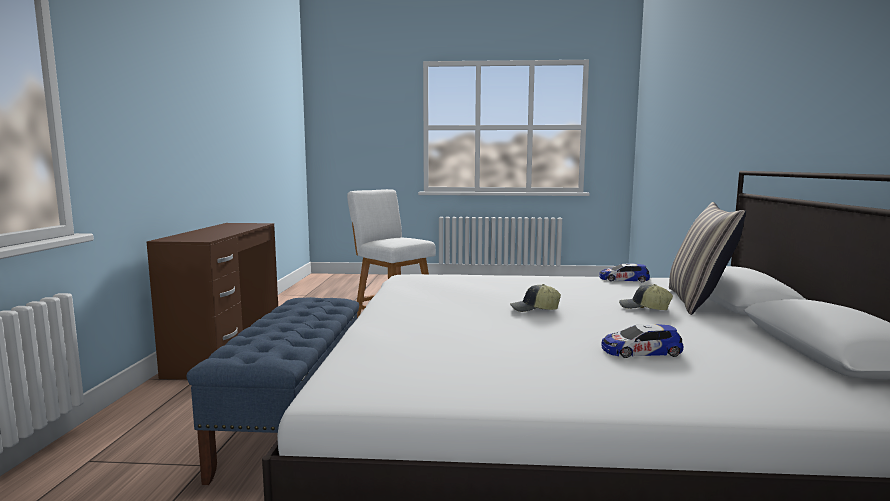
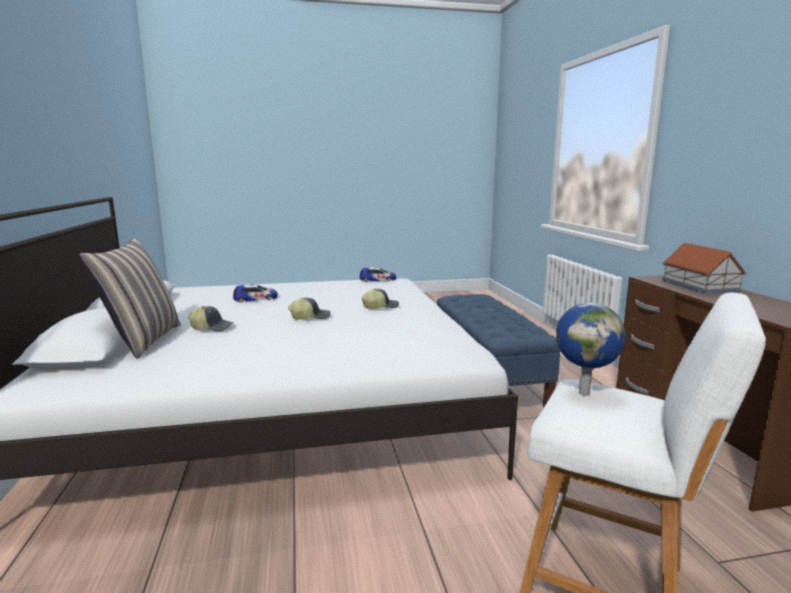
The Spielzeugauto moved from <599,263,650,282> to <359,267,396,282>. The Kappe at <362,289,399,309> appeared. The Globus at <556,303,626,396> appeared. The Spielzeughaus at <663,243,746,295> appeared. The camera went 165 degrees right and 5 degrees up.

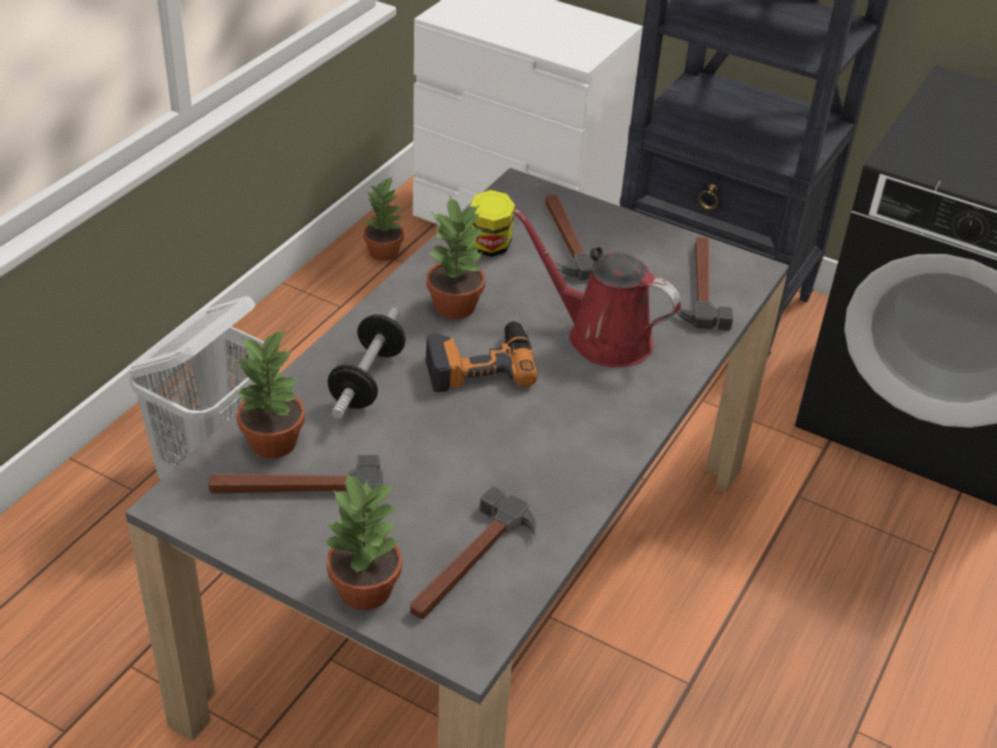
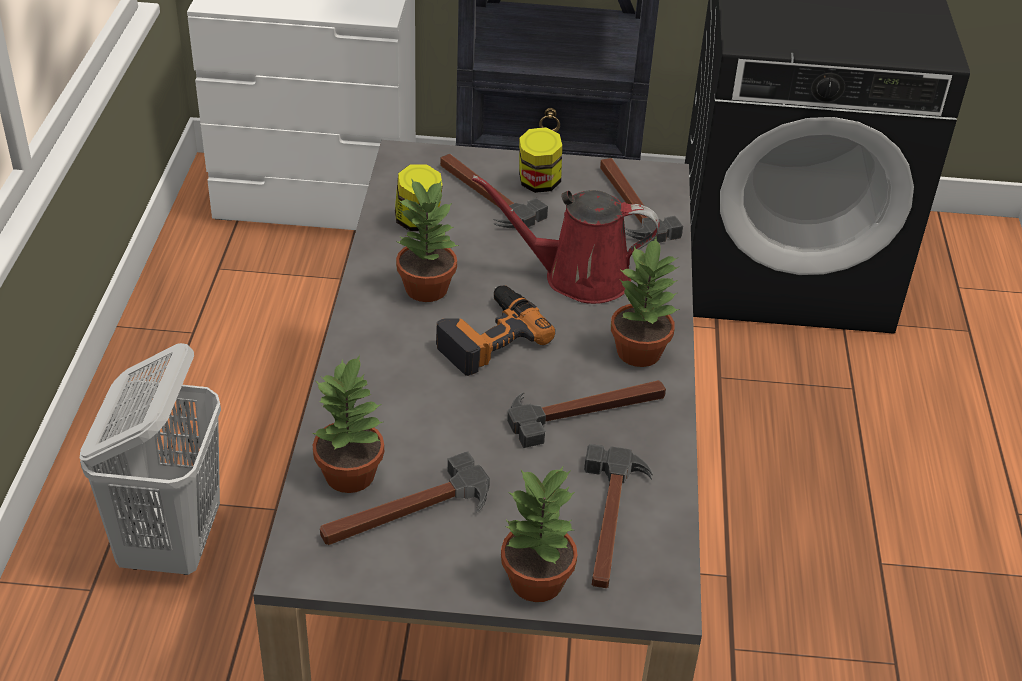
The Hantel at <328,308,406,418> disappeared. The Topfpflanze moved from <363,177,404,261> to <611,238,680,367>. The Hammer at <507,380,666,448> appeared. The Vorratsglas at <519,127,562,193> appeared. The camera went 25 degrees left and 0 degrees up.

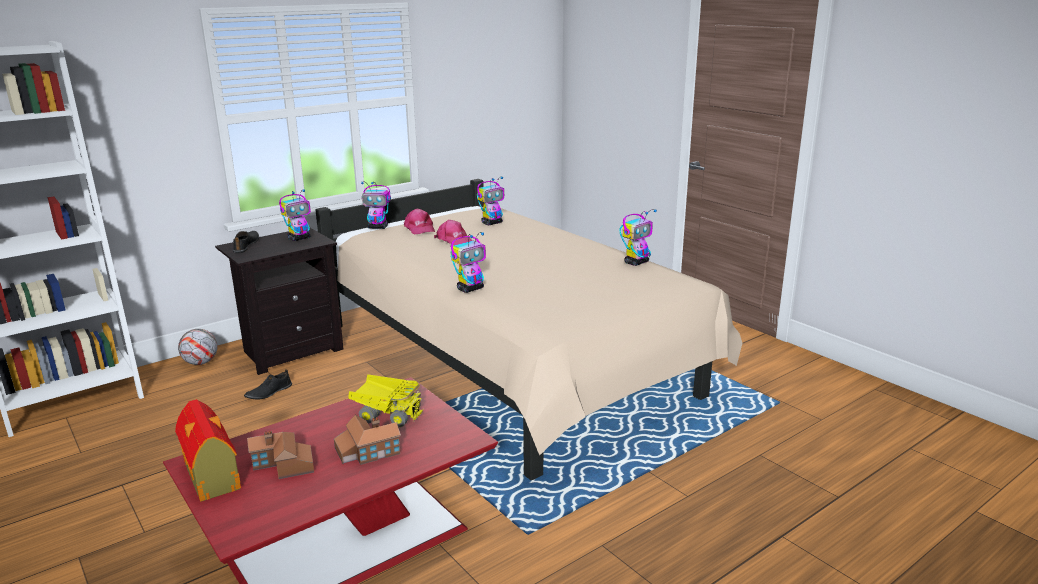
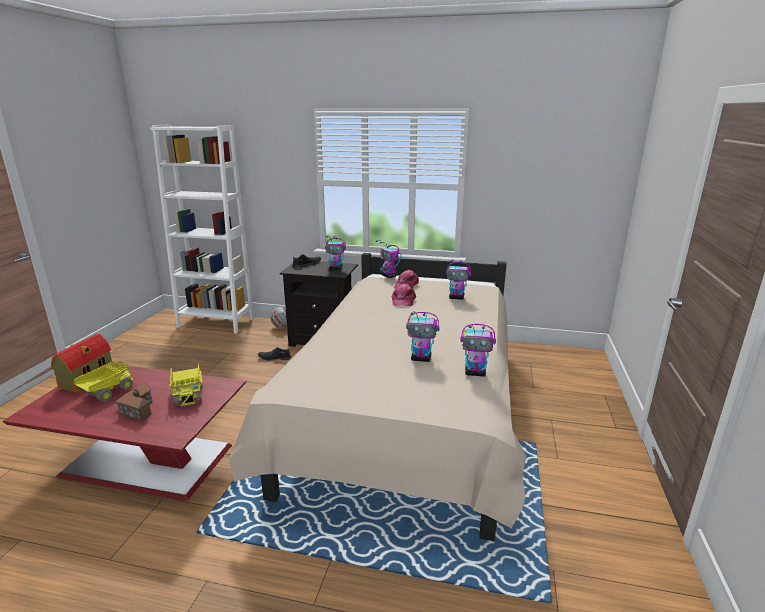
The Spielzeughaus at <247,431,314,479> was replaced by the Spielzeuglaster at <74,361,134,402>. The Spielzeugroboter moved from <451,232,486,293> to <406,312,440,362>. The camera went 50 degrees right and 0 degrees up.

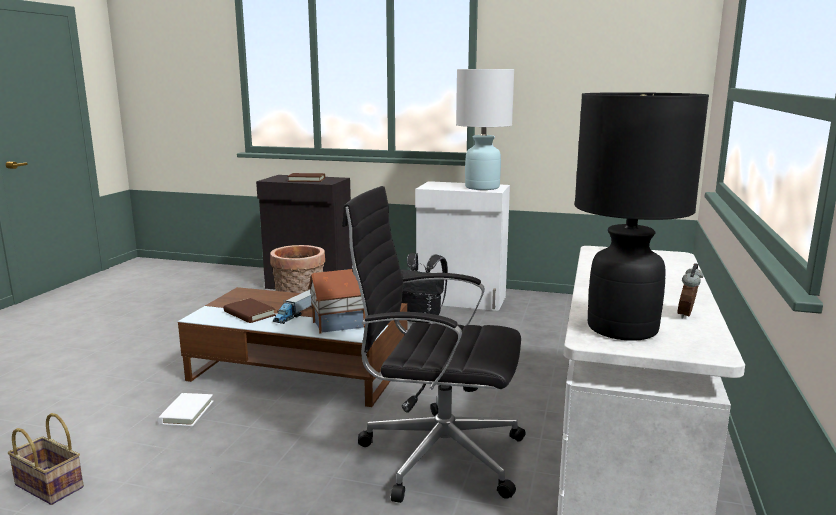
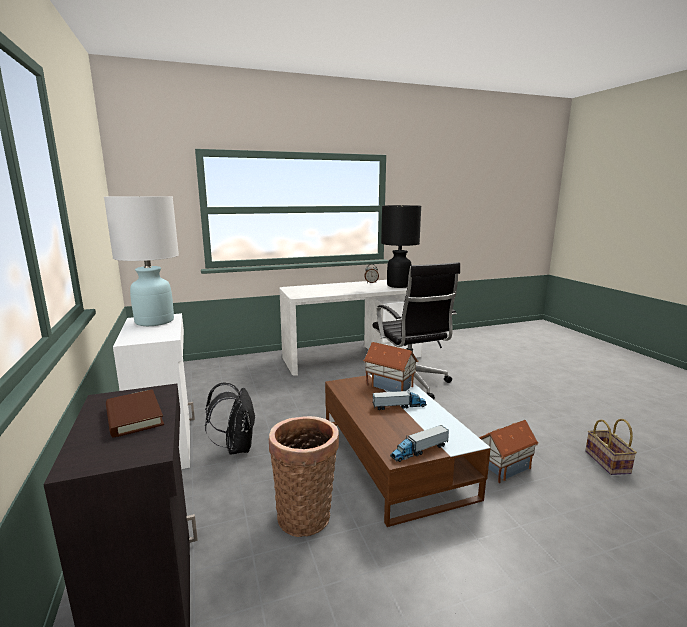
The Buch (weiß) at <158,393,213,427> was replaced by the Spielzeughaus at <479,420,539,483>. The Buch (braun) at <224,298,276,323> disappeared. The Spielzeuglaster at <390,425,449,462> appeared. The camera went 125 degrees left and 0 degrees up.

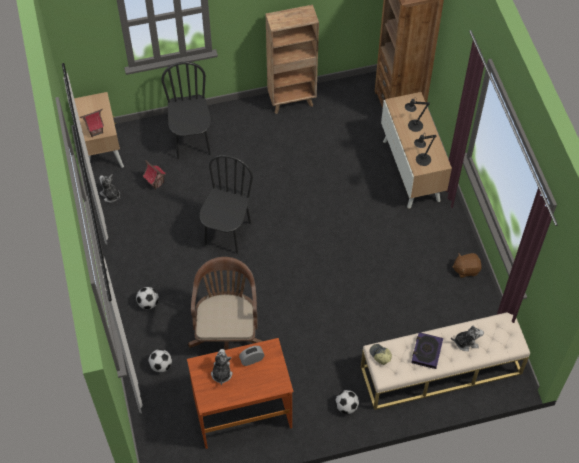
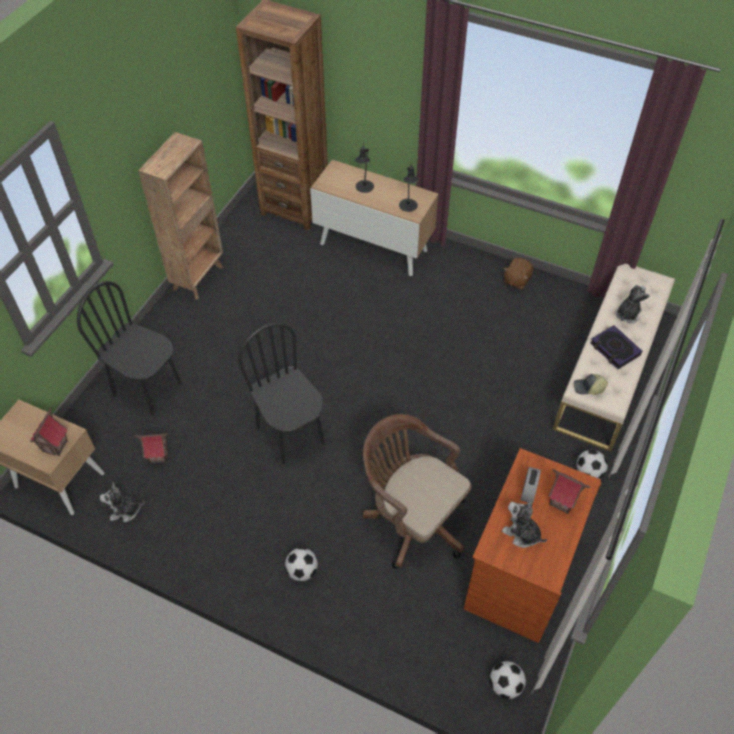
The Fußball moved from <148,349,172,373> to <490,661,526,699>. The Spielzeughaus at <548,469,591,514> appeared. The camera went 50 degrees left and 5 degrees down.

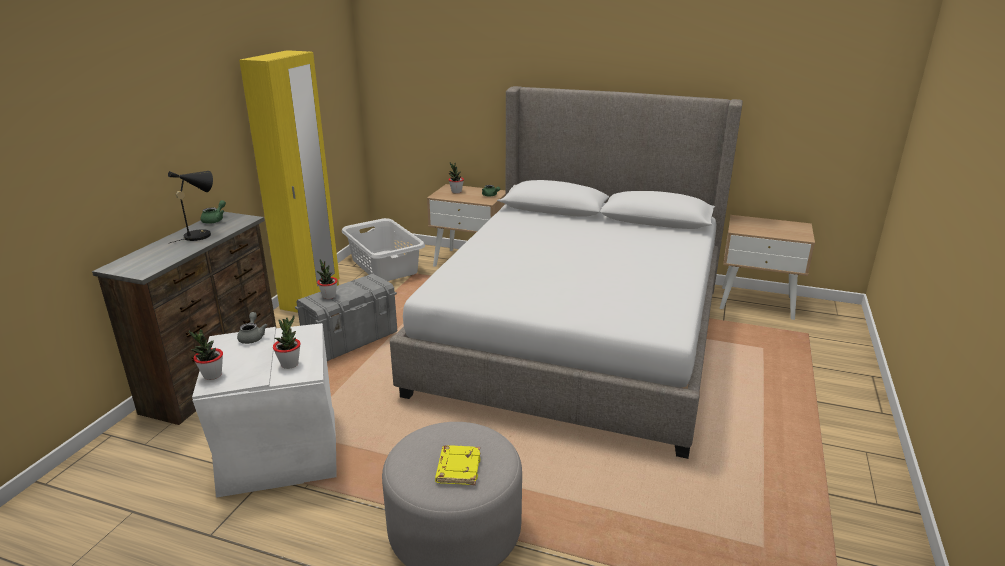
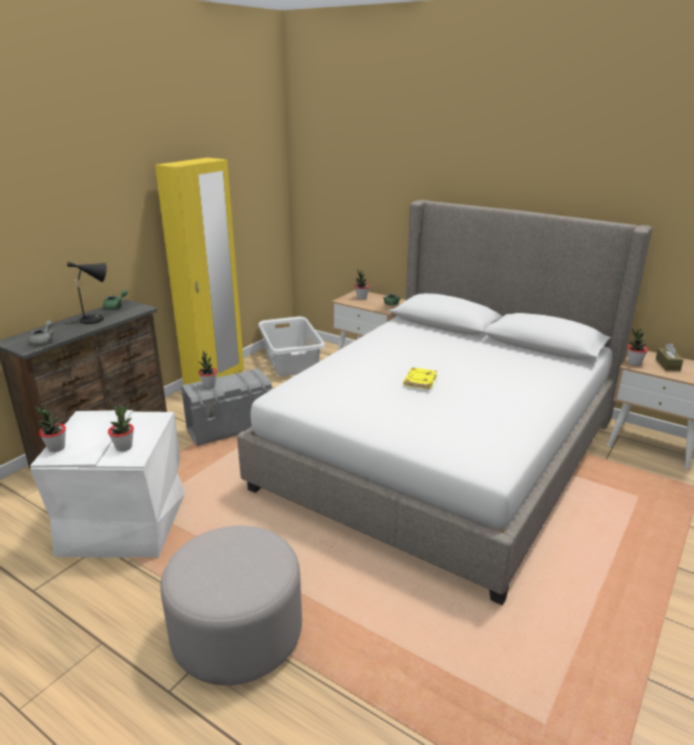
The Teekanne (grau) moved from <237,312,267,344> to <29,321,54,345>. The Buch (gelb) moved from <435,445,480,485> to <403,368,437,390>. The Topfpflanze at <627,328,648,366> appeared. The Taschentuchbox (braun) at <656,343,683,371> appeared. The camera went 15 degrees right and 0 degrees up.

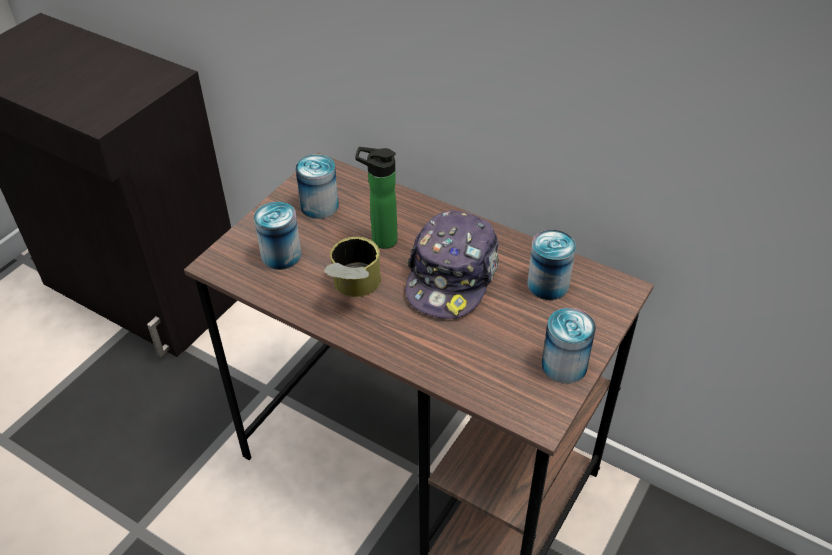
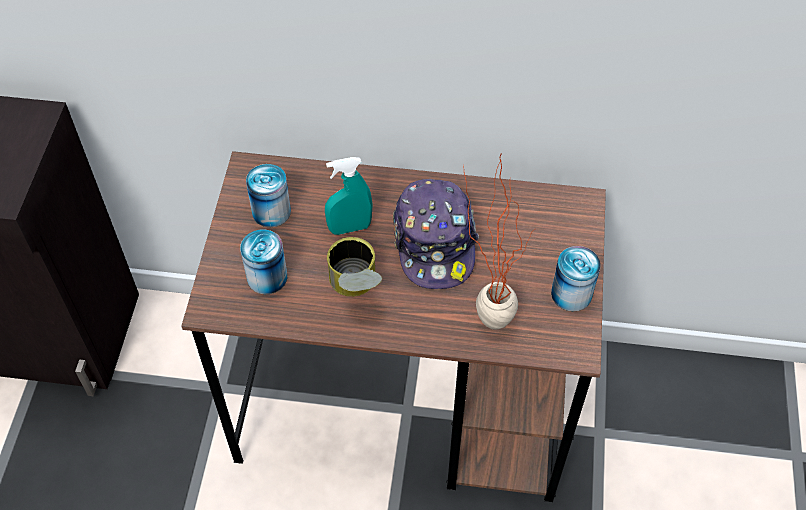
The Flasche at <355,147,398,249> was replaced by the Sprühflasche (türkis) at <325,157,373,235>. The Dose at <527,230,576,300> disappeared. The Topfpflanze at <464,153,535,329> appeared. The camera went 25 degrees left and 10 degrees up.

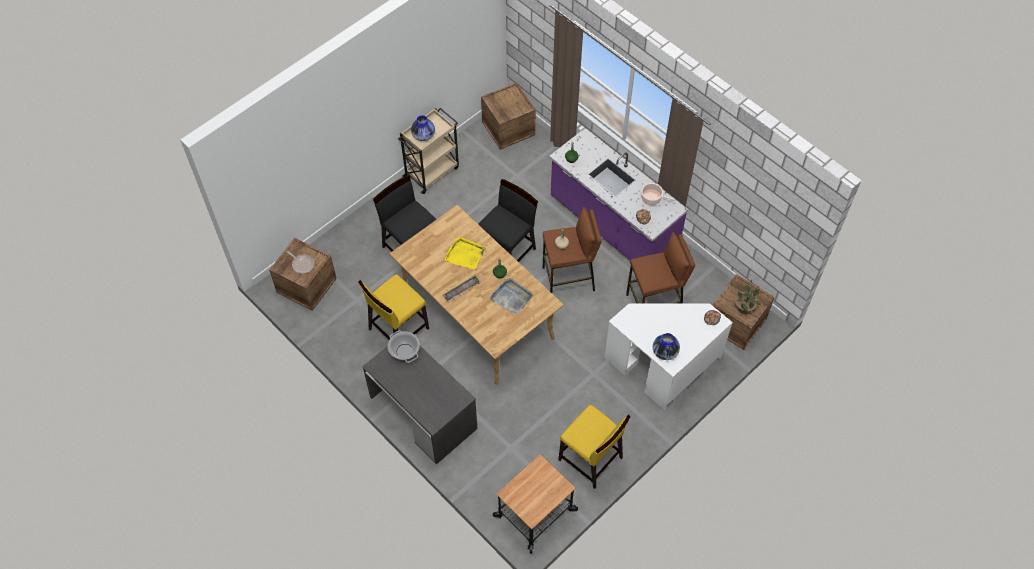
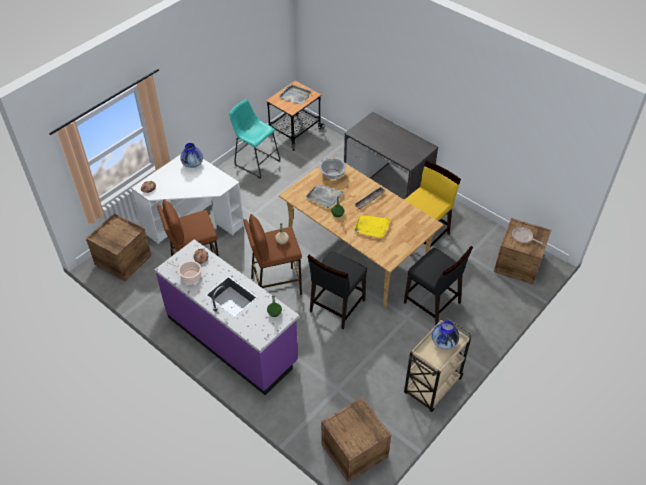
The Kochtopf moved from <388,330,420,363> to <319,158,346,179>. The Stuhl (gelb) at <558,405,631,489> was replaced by the Hocker (türkis) at <229,99,280,178>. The Topfpflanze at <735,280,762,314> disappeared. The Tablett (grau) at <279,84,312,104> appeared. The camera went 175 degrees right and 10 degrees down.

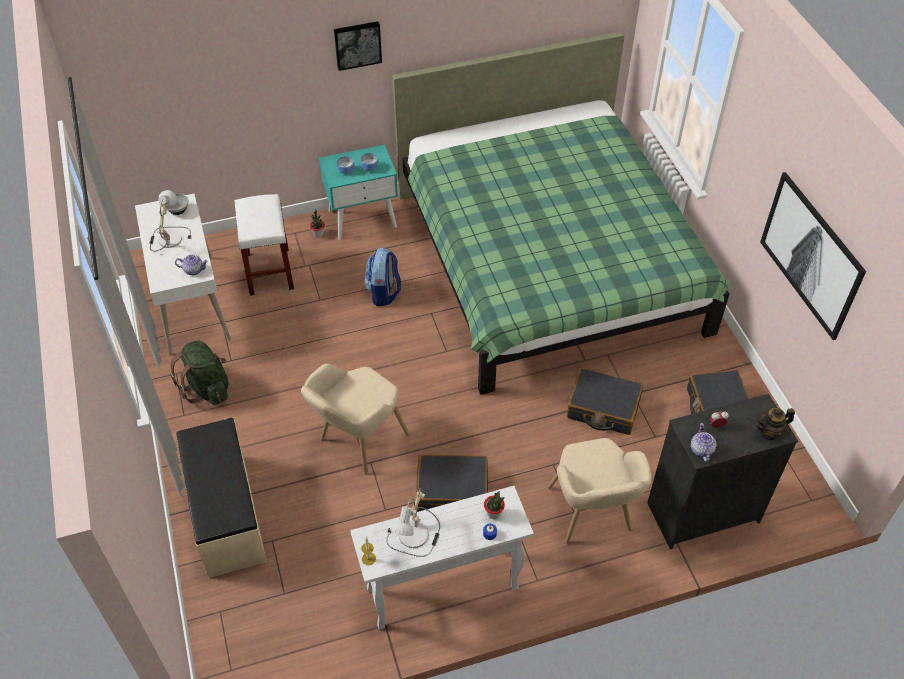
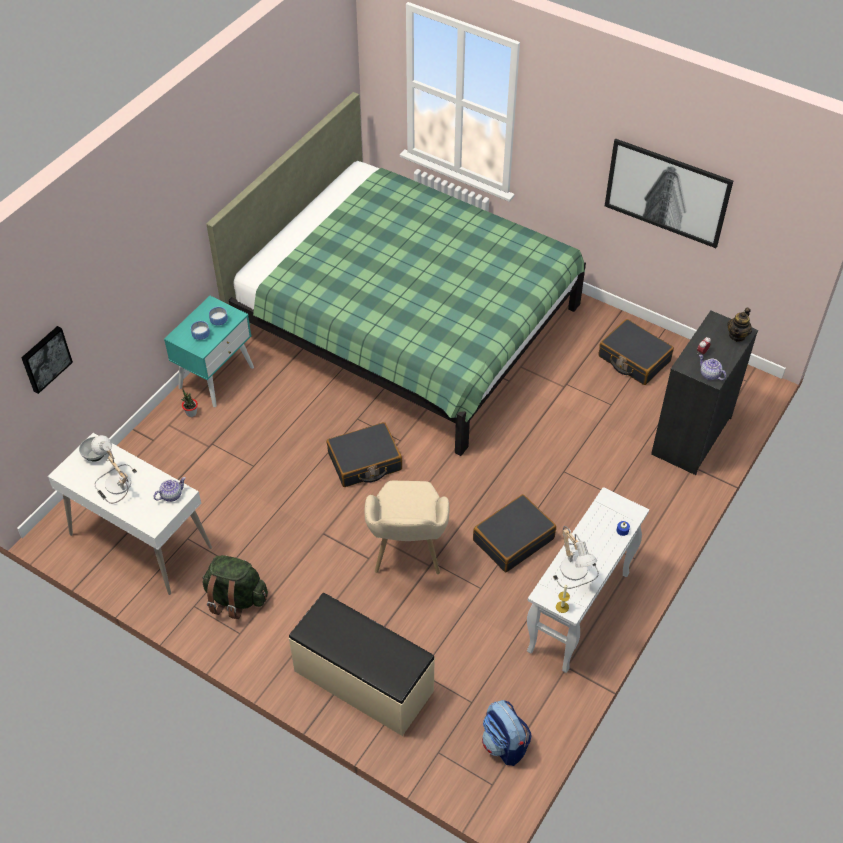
The Hocker (weiß) at <235,194,294,296> disappeared. The Bild moved from <334,21,382,71> to <21,326,73,394>. The Rucksack moved from <364,247,401,306> to <482,700,531,766>. The Topfpflanze at <484,491,505,519> disappeared. The Sessel (beige) at <547,438,652,544> disappeared. The Koffer (schwarz) moved from <567,368,643,435> to <327,422,402,487>. The camera went 40 degrees left and 0 degrees up.

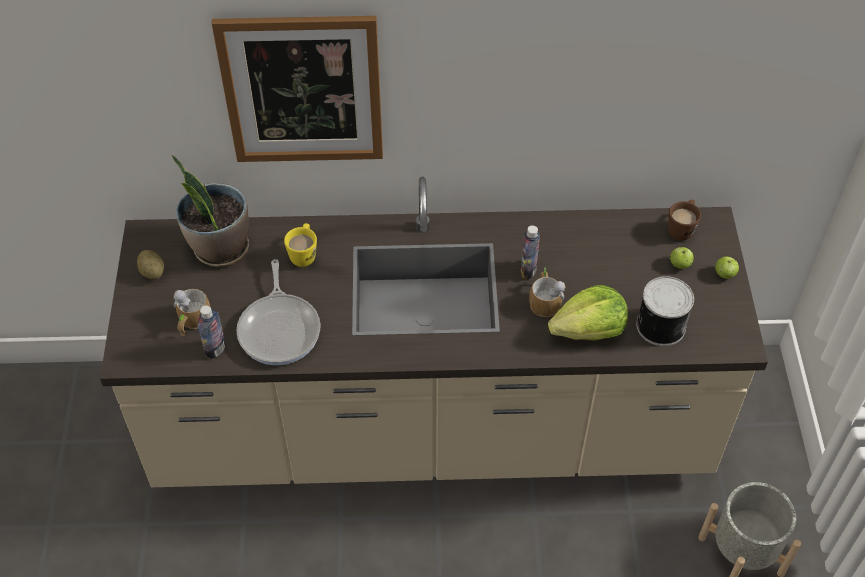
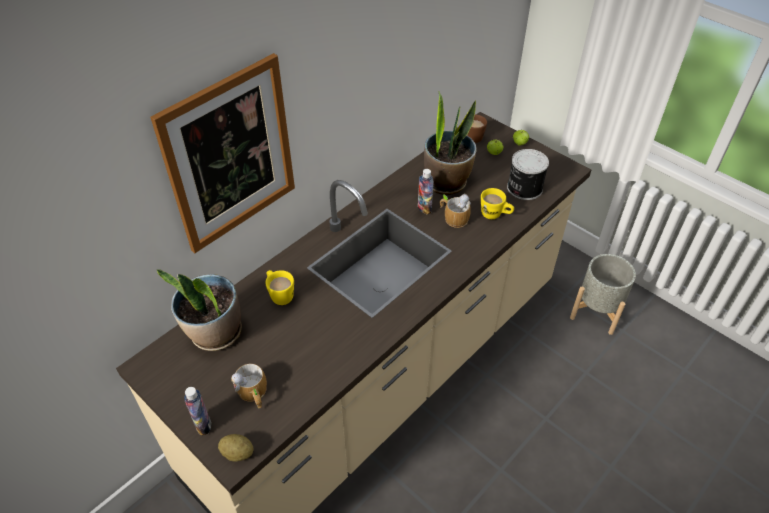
The Kartoffel moved from <137,250,164,279> to <218,434,254,462>. The Flasche moved from <198,305,225,359> to <184,387,211,435>. The Pfanne at <236,259,321,365> disappeared. The Salatkopf at <548,285,628,340> was replaced by the Henkelbecher (gelb) at <481,188,514,219>. The Topfpflanze at <424,91,477,195> appeared. The camera went 45 degrees left and 5 degrees down.

